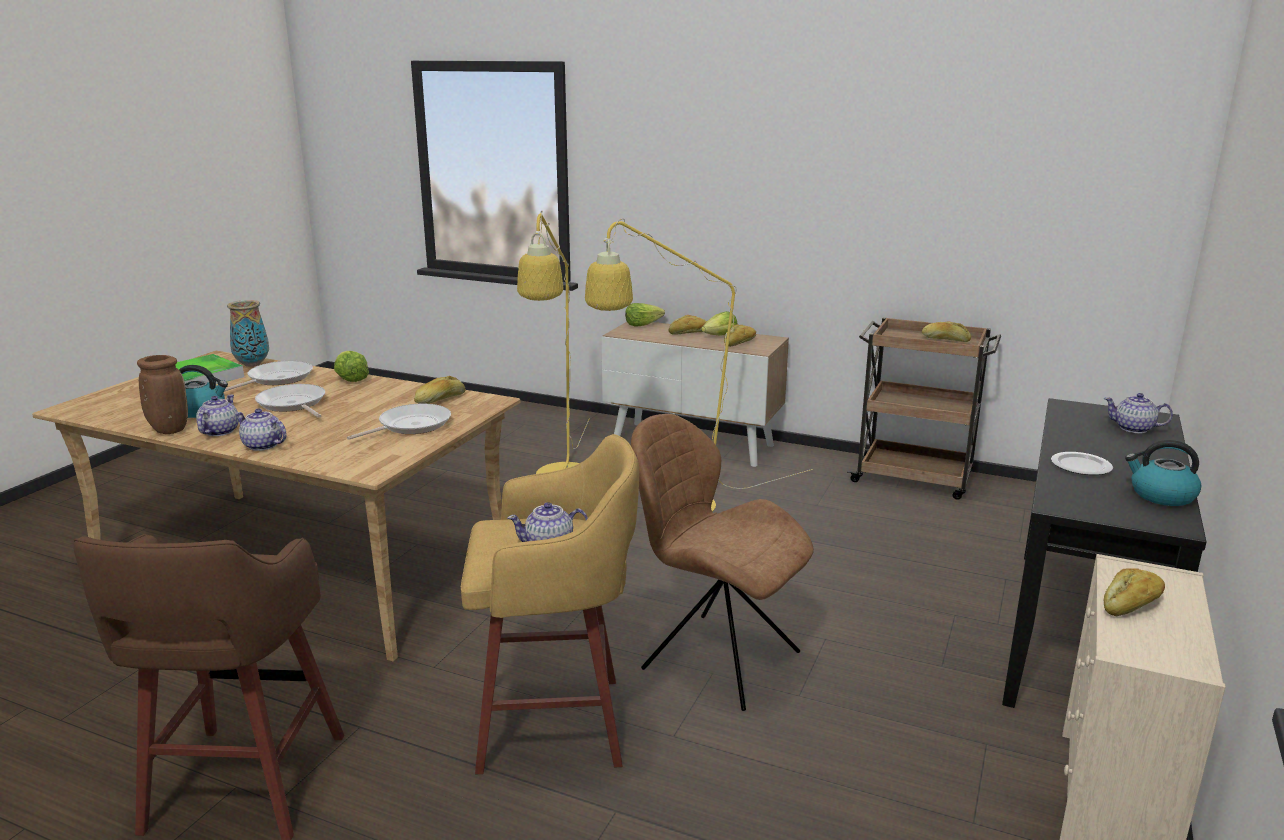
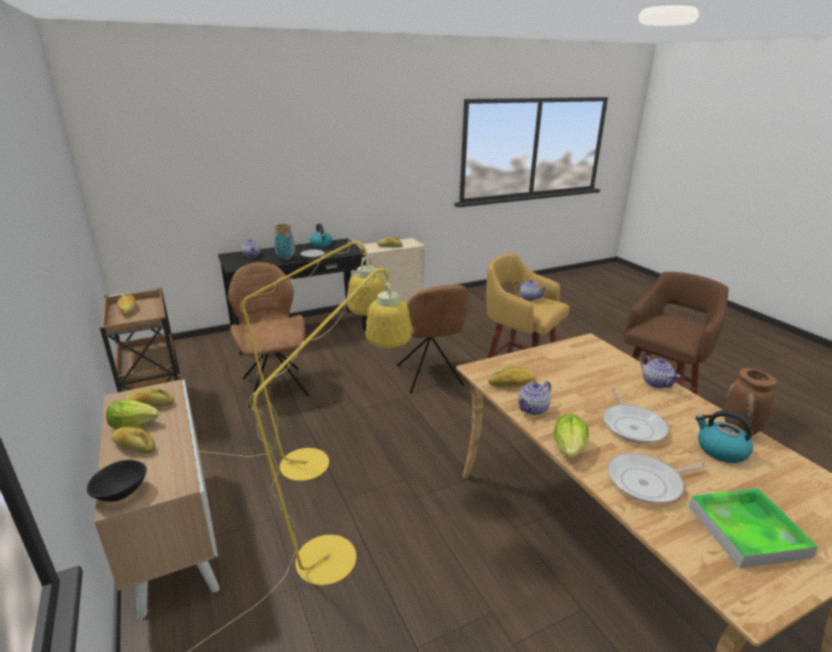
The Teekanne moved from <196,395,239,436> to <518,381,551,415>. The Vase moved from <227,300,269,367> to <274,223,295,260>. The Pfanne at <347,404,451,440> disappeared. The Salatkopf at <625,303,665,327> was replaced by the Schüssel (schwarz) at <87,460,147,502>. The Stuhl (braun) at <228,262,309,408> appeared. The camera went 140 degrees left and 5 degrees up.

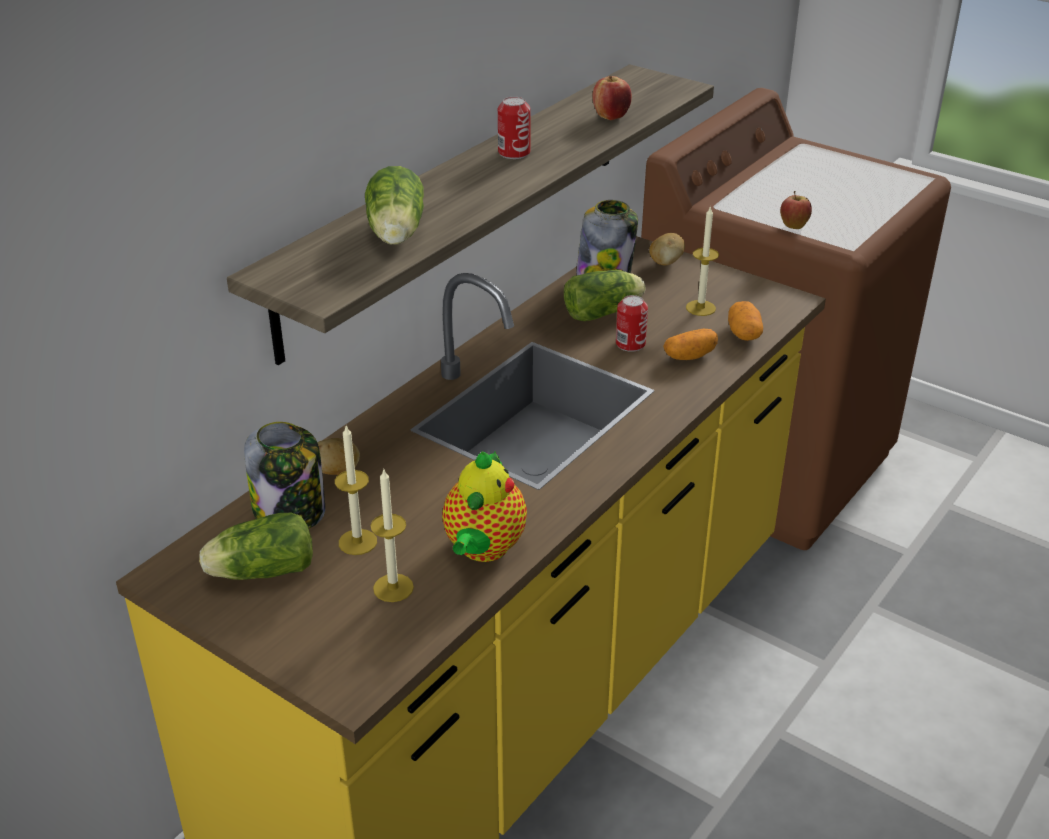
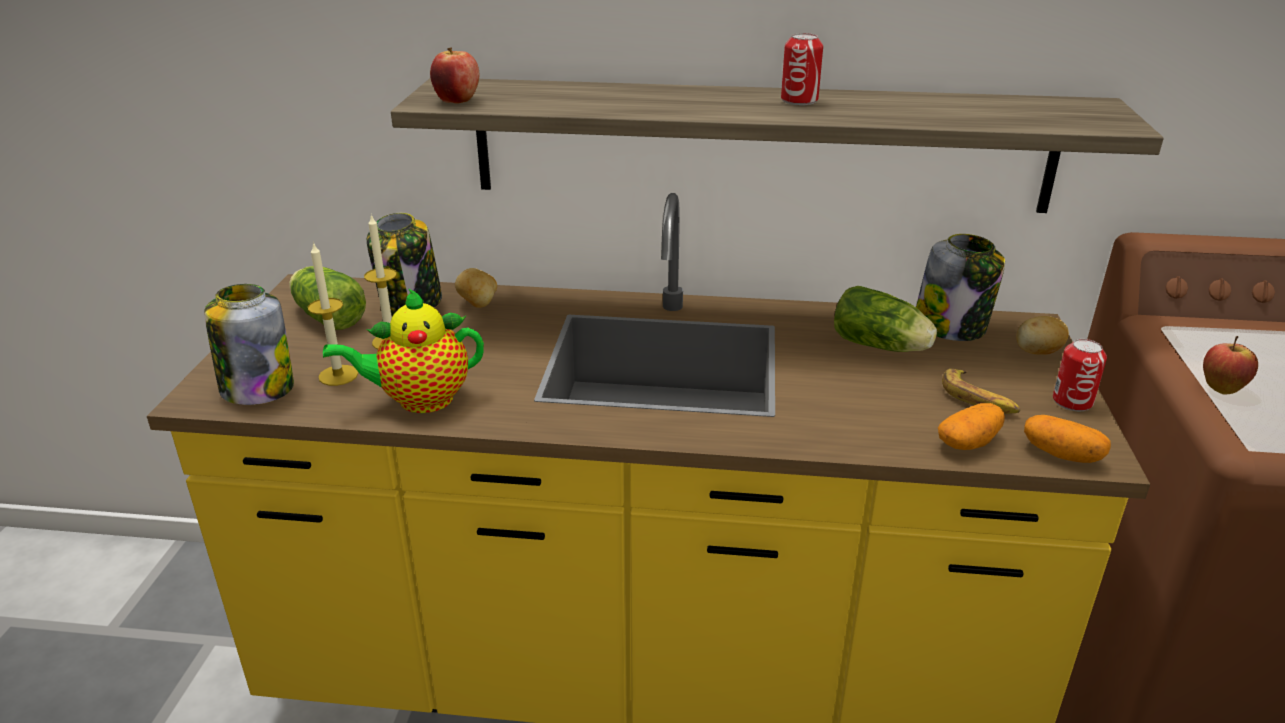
The Salatkopf at <365,166,424,245> disappeared. The Apfel moved from <592,76,632,120> to <430,48,479,104>. The Dose moved from <616,295,648,352> to <1053,339,1107,411>. The Kartoffel moved from <663,329,718,360> to <1024,415,1111,463>. The Kerze at <686,206,719,316> was replaced by the Banane at <942,369,1021,414>. The Vorratsglas at <204,284,294,405> appeared. The camera went 60 degrees right and 5 degrees down.

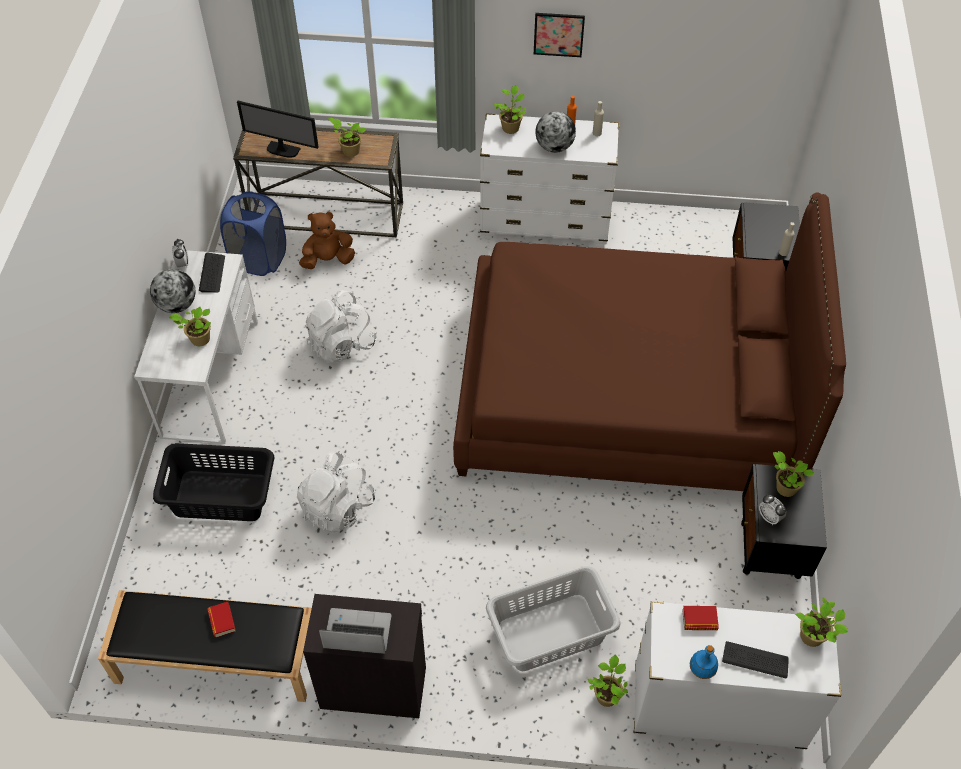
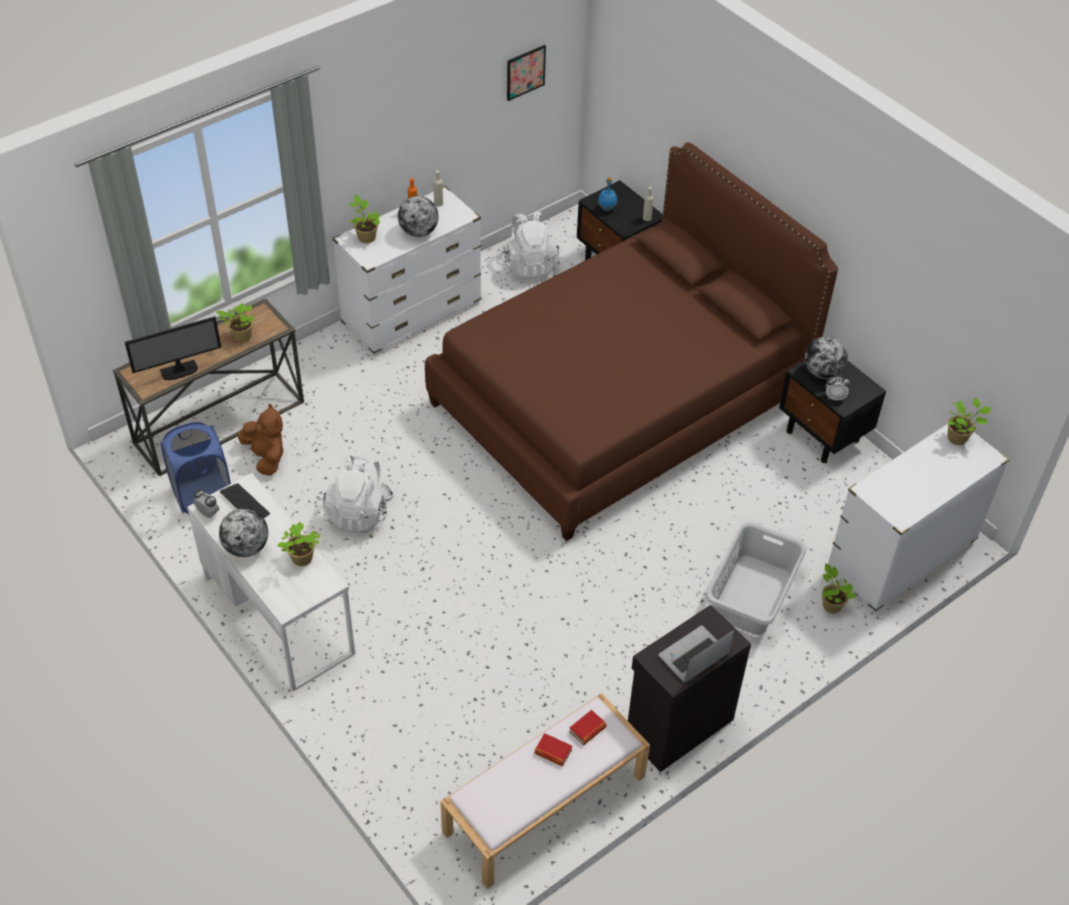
The Bank (schwarz) at <98,590,312,702> became the Bank (weiß) at <440,693,650,889>. The Wäschekorb (schwarz) at <153,443,274,521> disappeared. The Rucksack (weiß) moved from <297,450,375,533> to <501,212,559,279>. The Plüschtier (braun) at <299,212,355,269> turned 120 degrees clockwise. The Bild moved from <534,13,585,57> to <507,45,546,101>. The Buch moved from <682,606,719,630> to <569,710,607,745>. The Flasche (blau) moved from <690,645,718,679> to <598,177,617,211>. The Tastatur at <722,641,789,678> disappeared. The Topfpflanze at <773,451,814,497> was replaced by the Globus at <805,336,848,379>. The camera went 45 degrees left and 5 degrees down.

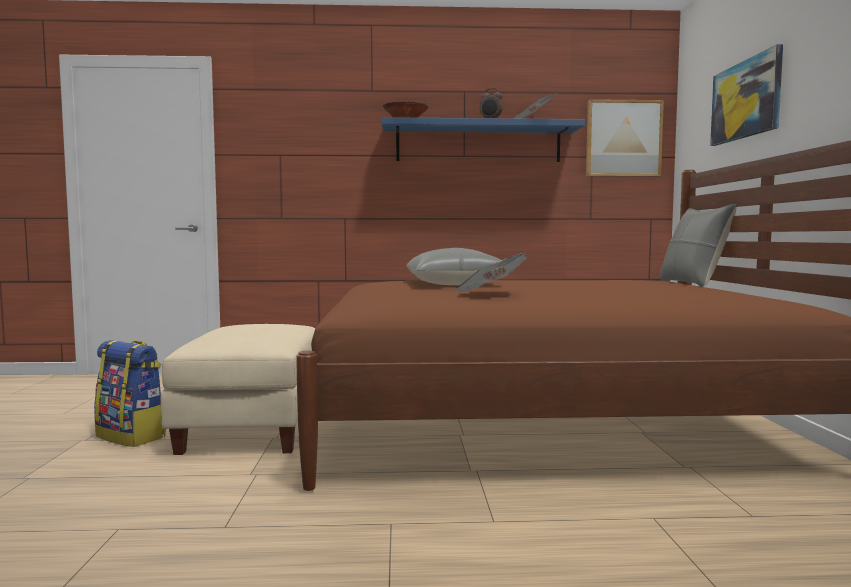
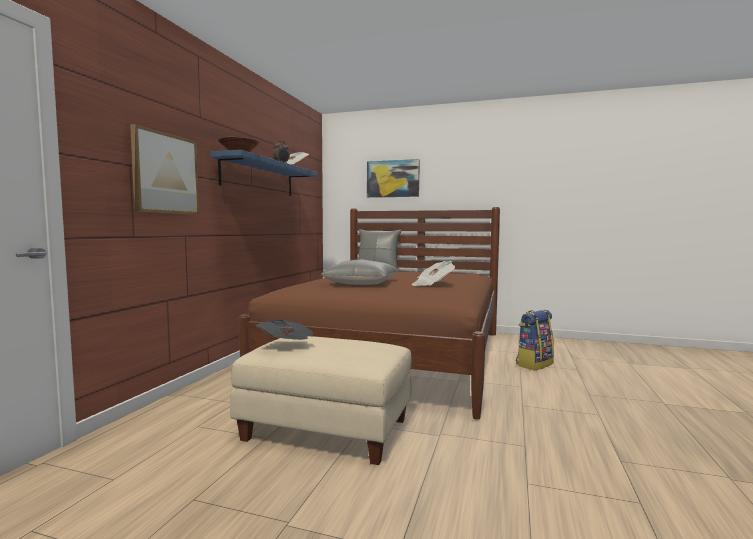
The Rucksack moved from <94,340,166,447> to <516,310,554,371>. The Bild moved from <586,99,664,177> to <130,124,199,215>. The Zeitung at <255,320,314,340> appeared. The camera went 70 degrees left and 0 degrees up.

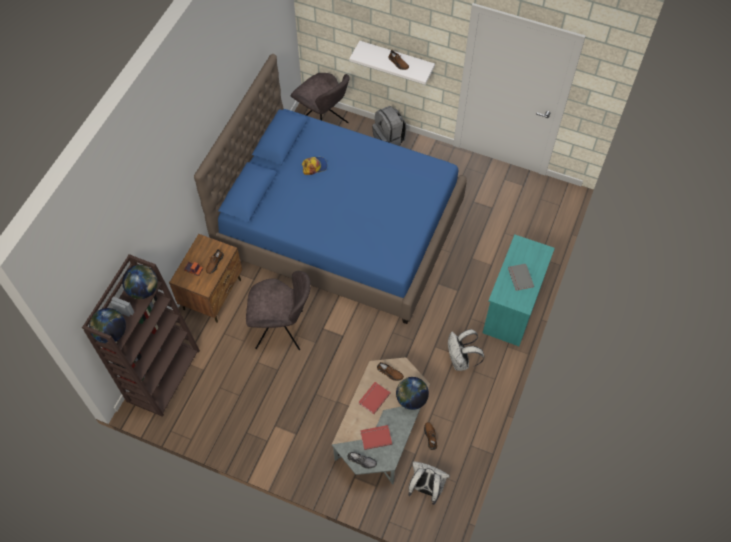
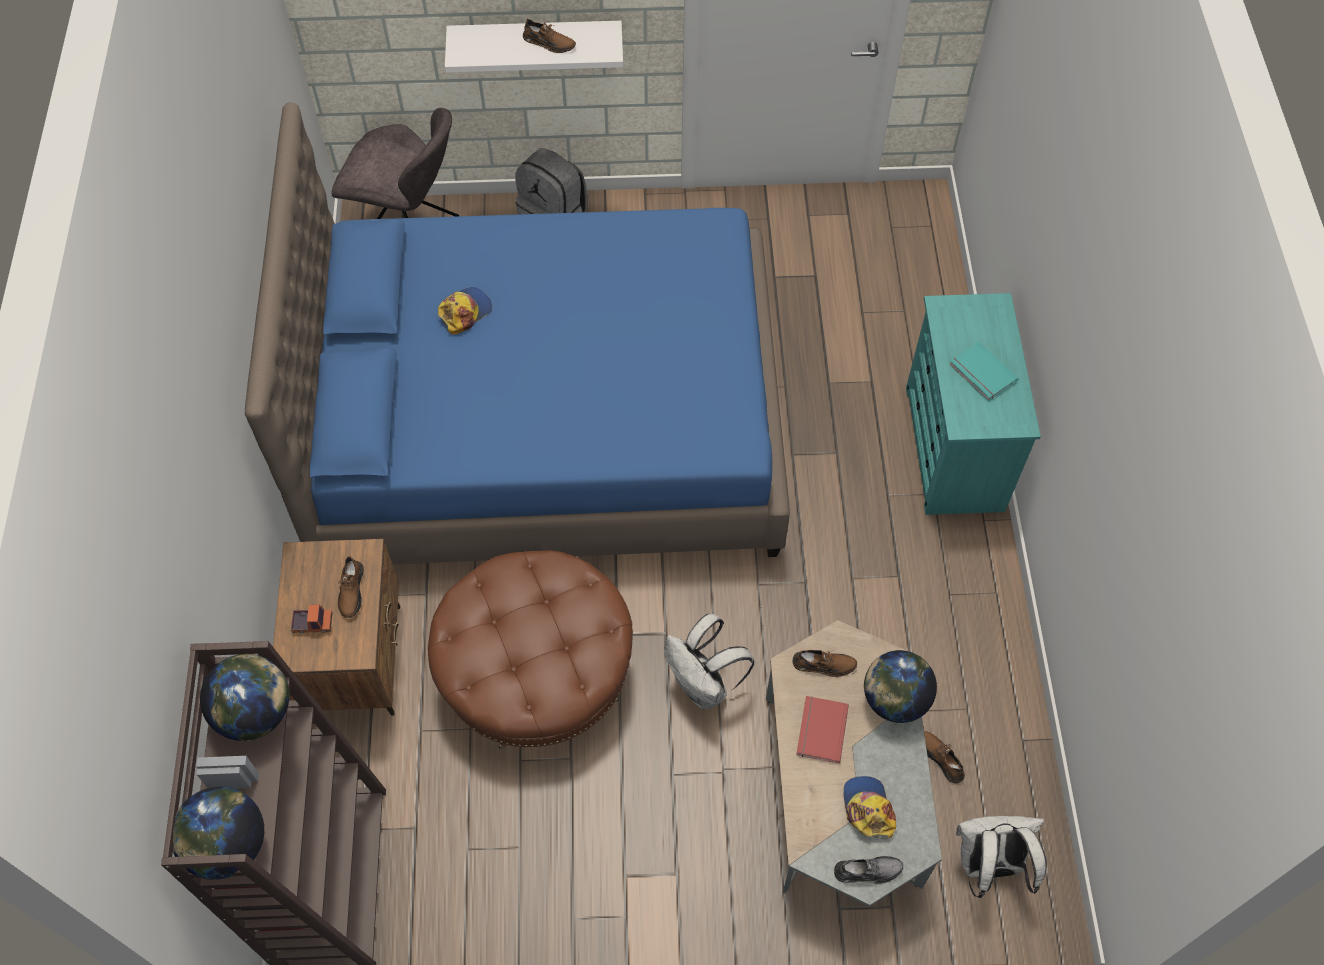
The Stuhl (grau) at <246,271,311,350> was replaced by the Polsterhocker (braun) at <428,550,633,748>. The Buch (rot) at <360,425,392,450> was replaced by the Kappe at <843,776,896,839>. The Rucksack (weiß) moved from <448,329,484,371> to <664,614,755,709>. The Buch (grau) at <508,264,534,291> became the Buch (türkis) at <949,342,1018,401>. The camera went 25 degrees left and 0 degrees up.

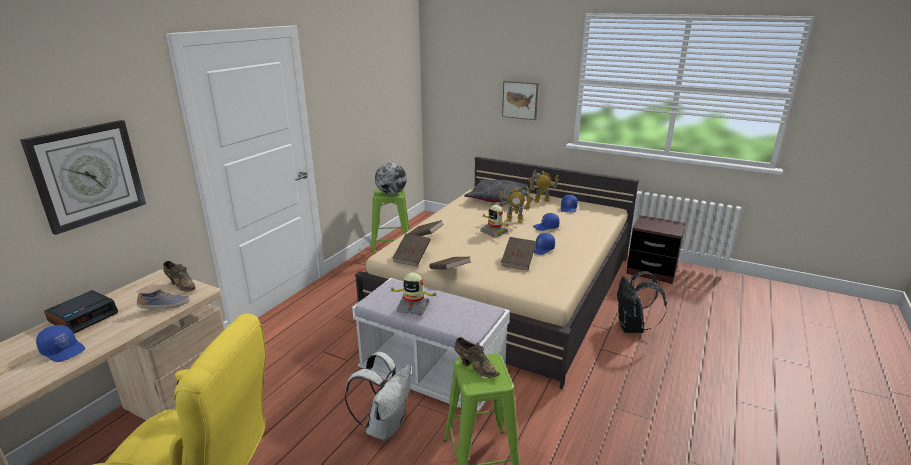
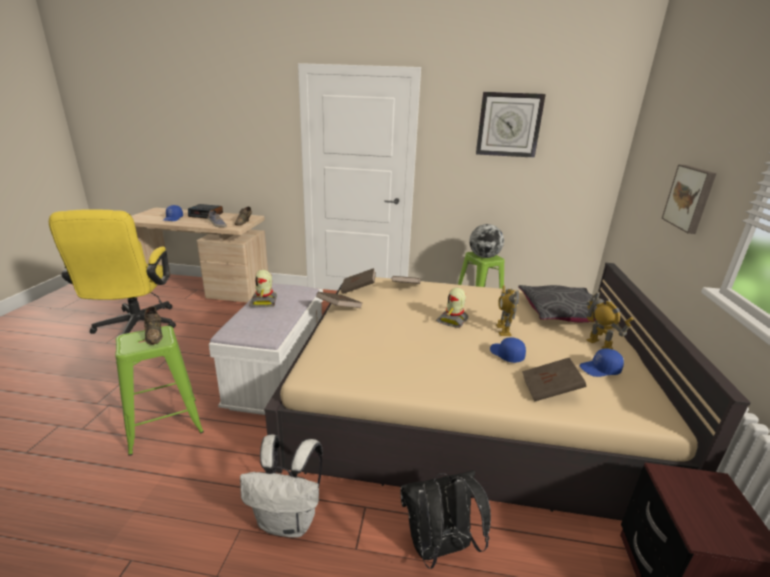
The Wanduhr moved from <20,120,146,235> to <476,92,546,158>. The Rucksack (weiß) moved from <345,351,411,441> to <240,434,323,538>. The Schuh (braun) at <455,337,500,377> turned 45 degrees counterclockwise. The Buch (braun) moved from <501,237,536,270> to <522,357,586,401>. The Kappe (blau) at <534,233,555,255> disappeared. The camera went 70 degrees right and 0 degrees up.

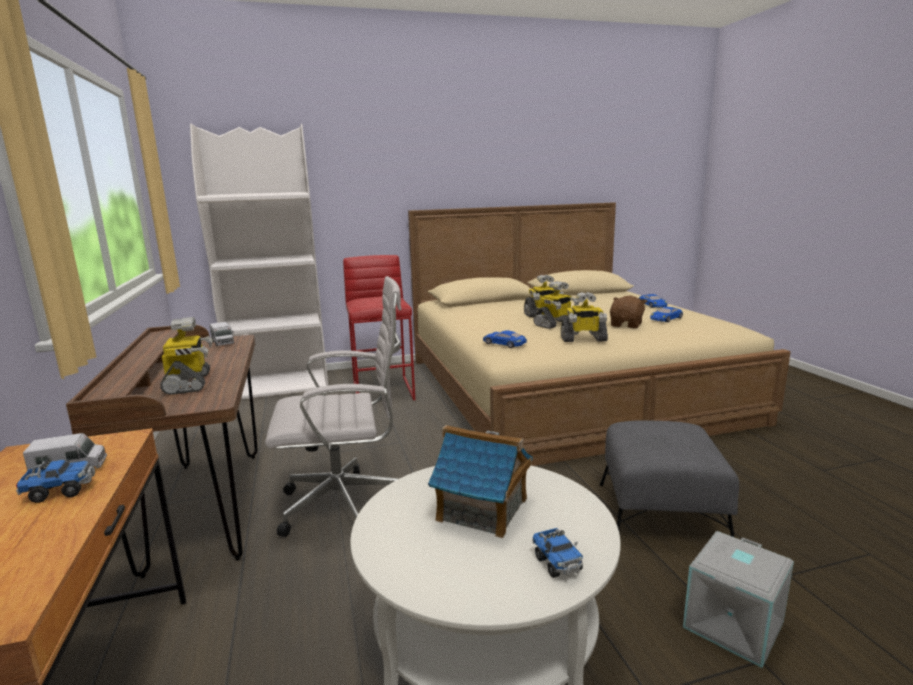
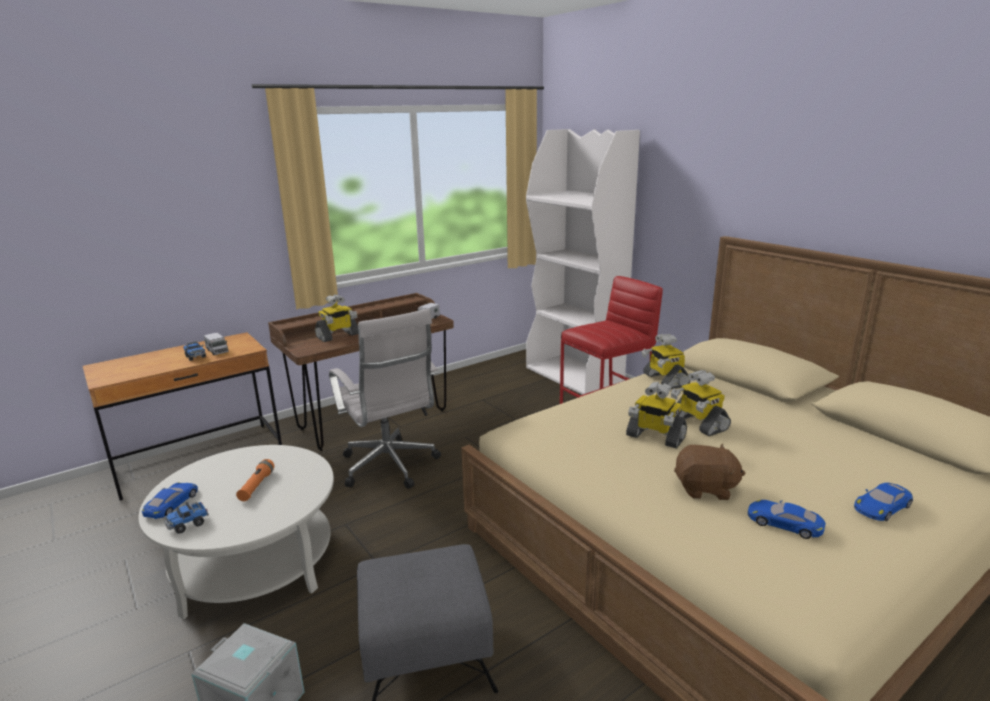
The Spielzeughaus at <428,425,533,538> was replaced by the Taschenlampe (orange) at <236,459,274,501>. The Spielzeugauto (blau) moved from <483,330,527,348> to <142,482,198,519>. The Spielzeugroboter moved from <561,292,608,342> to <642,334,690,389>. The camera went 70 degrees right and 5 degrees up.

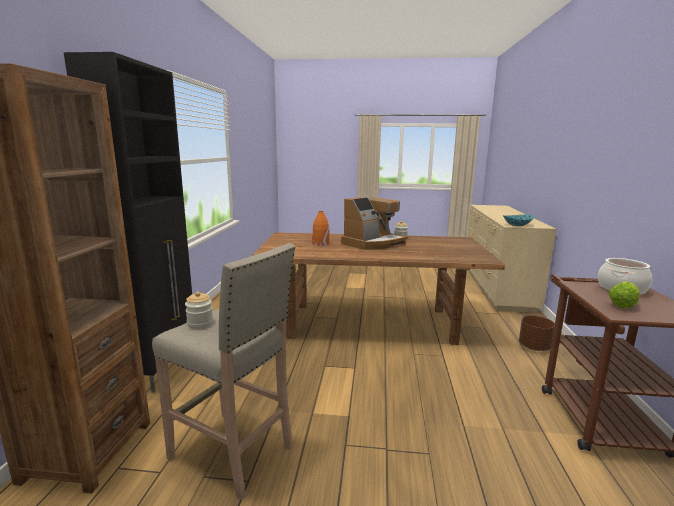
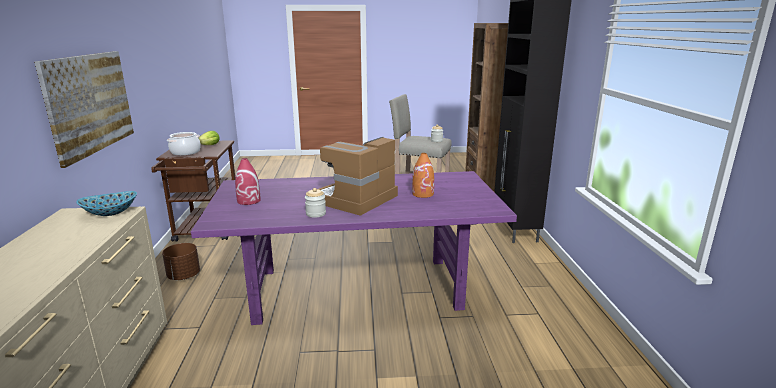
The Esstisch (braun) at <252,232,505,345> became the Esstisch (lila) at <191,171,517,325>. The Bild at <34,51,134,168> appeared. The Vase (rot) at <235,158,261,205> appeared. The camera went 170 degrees right and 5 degrees up.

